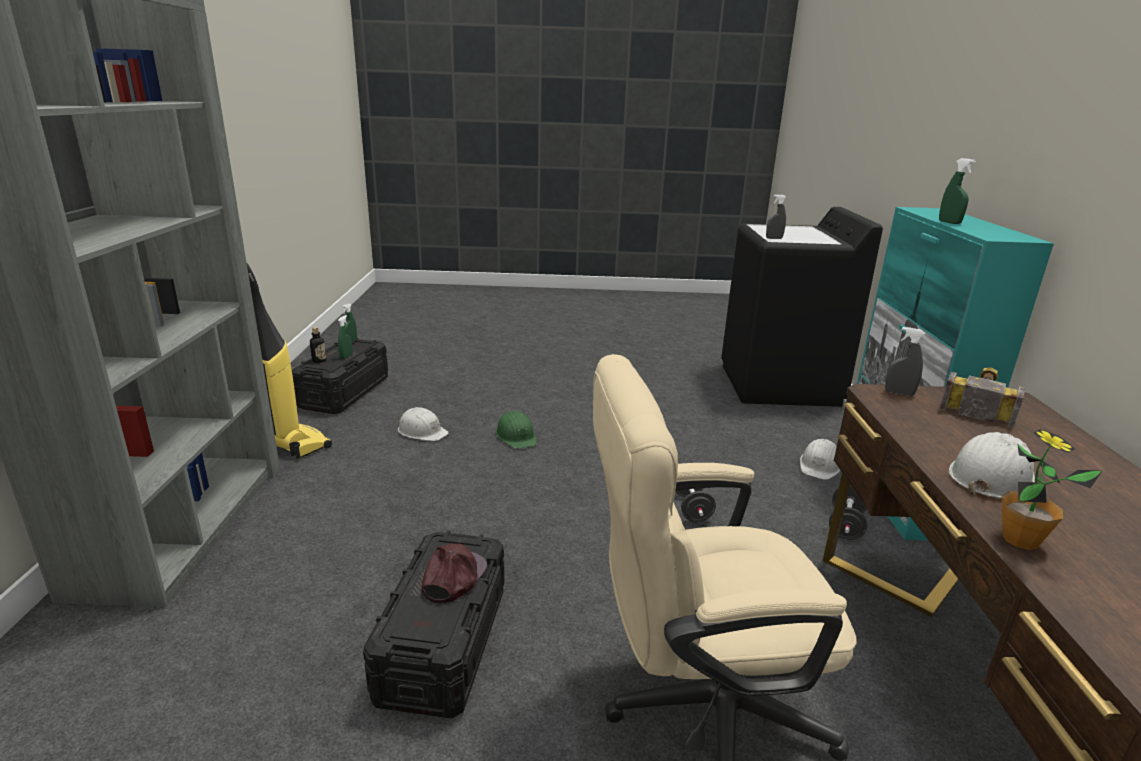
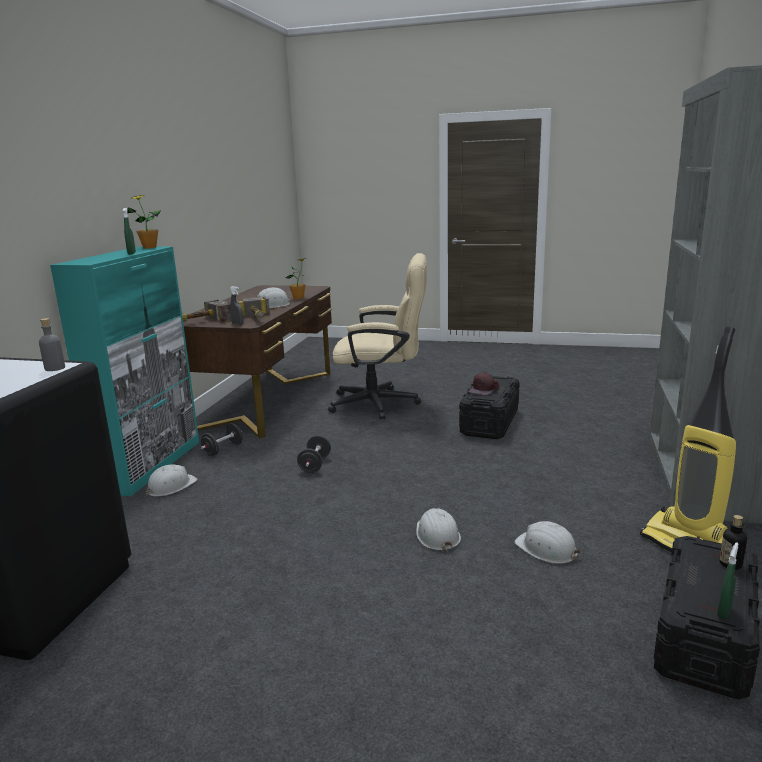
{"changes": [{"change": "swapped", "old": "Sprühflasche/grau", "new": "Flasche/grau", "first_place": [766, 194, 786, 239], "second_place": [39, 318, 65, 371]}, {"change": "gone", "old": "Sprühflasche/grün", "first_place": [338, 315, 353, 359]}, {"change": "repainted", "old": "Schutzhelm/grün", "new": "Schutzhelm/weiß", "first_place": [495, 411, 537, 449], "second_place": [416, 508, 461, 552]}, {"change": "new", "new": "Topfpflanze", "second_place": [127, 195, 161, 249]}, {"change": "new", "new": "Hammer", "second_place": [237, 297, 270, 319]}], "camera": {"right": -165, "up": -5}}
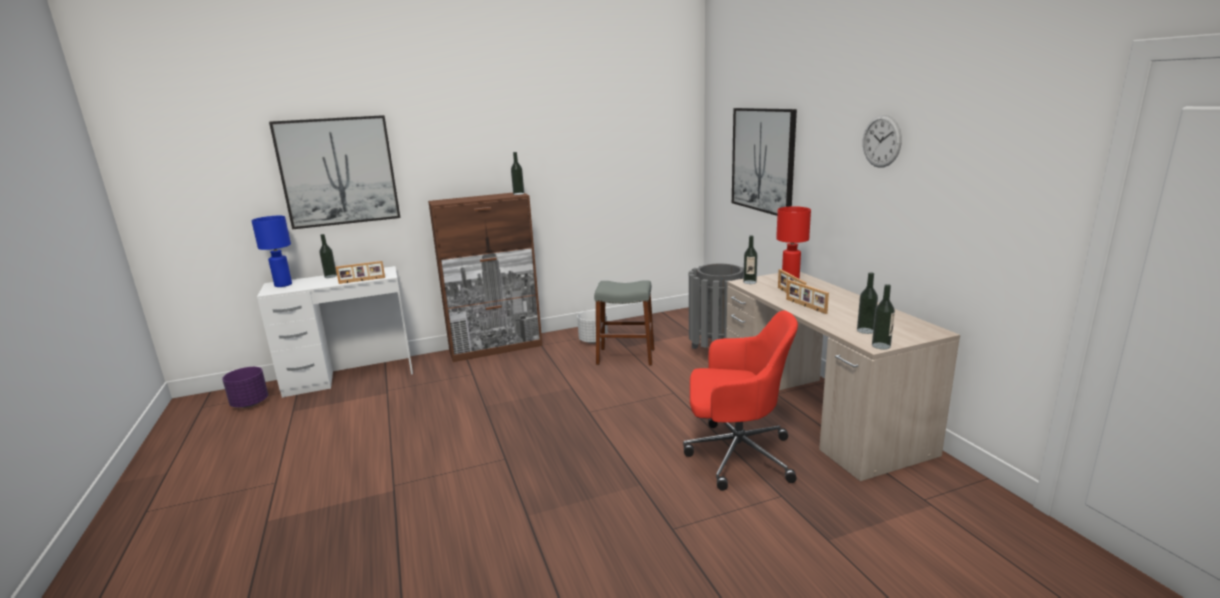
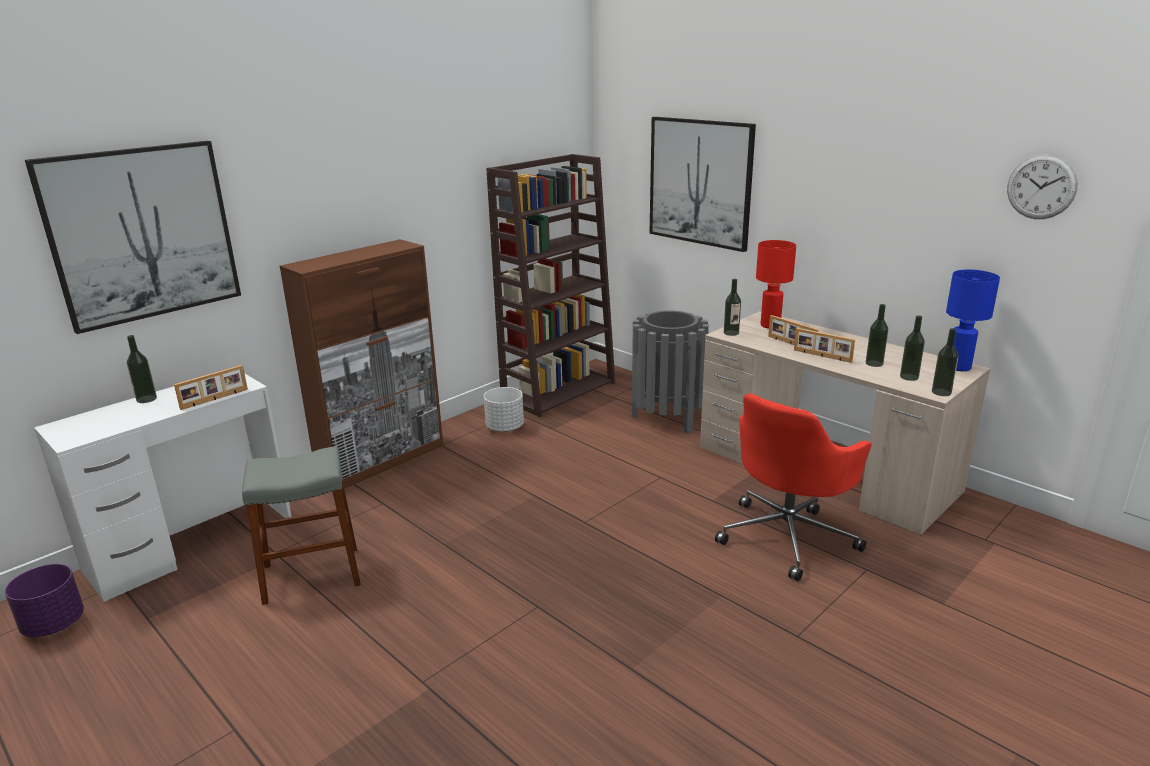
{"changes": [{"change": "shifted", "old": "Wanduhr", "first_place": [863, 115, 902, 168], "second_place": [1007, 154, 1078, 219]}, {"change": "shifted", "old": "Flasche", "first_place": [511, 152, 524, 195], "second_place": [866, 304, 888, 367]}, {"change": "shifted", "old": "Tischlampe/blau", "first_place": [251, 216, 292, 287], "second_place": [946, 270, 1000, 371]}, {"change": "shifted", "old": "Hocker/grau", "first_place": [594, 280, 655, 366], "second_place": [242, 446, 361, 605]}, {"change": "rotated", "old": "Bürostuhl/rot", "first_place": [683, 310, 798, 491], "second_place": [715, 394, 872, 581], "degrees": 150}, {"change": "new", "new": "Bücherregal/braun", "second_place": [486, 154, 615, 417]}], "camera": {"right": -25, "up": 5}}
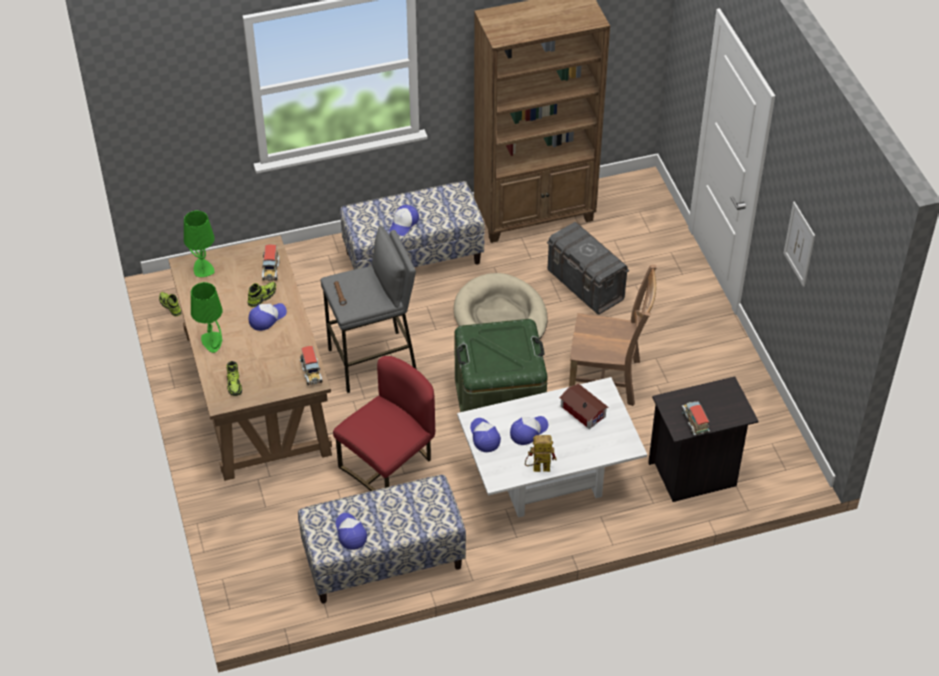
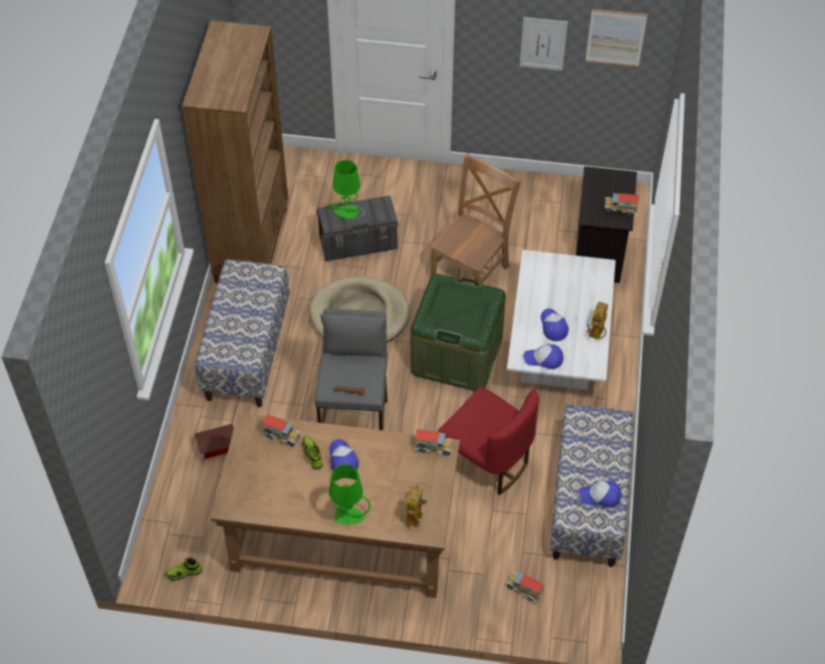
{"changes": [{"change": "gone", "old": "Kappe", "first_place": [389, 205, 419, 236]}, {"change": "shifted", "old": "Tischlampe/grün", "first_place": [184, 211, 215, 277], "second_place": [329, 160, 360, 219]}, {"change": "rotated", "old": "Stuhl/rot", "first_place": [333, 356, 435, 491], "second_place": [437, 387, 539, 495], "degrees": 150}, {"change": "swapped", "old": "Schuh", "new": "Spielzeugroboter", "first_place": [226, 361, 242, 396], "second_place": [405, 485, 427, 527]}, {"change": "shifted", "old": "Spielzeughaus", "first_place": [559, 383, 608, 429], "second_place": [194, 424, 234, 460]}, {"change": "new", "new": "Bild", "second_place": [585, 9, 648, 67]}, {"change": "new", "new": "Spielzeuglaster", "second_place": [506, 571, 544, 602]}], "camera": {"right": -65, "up": 5}}
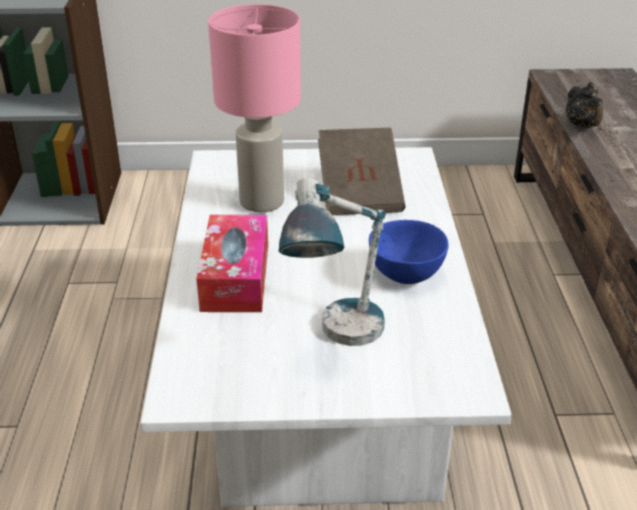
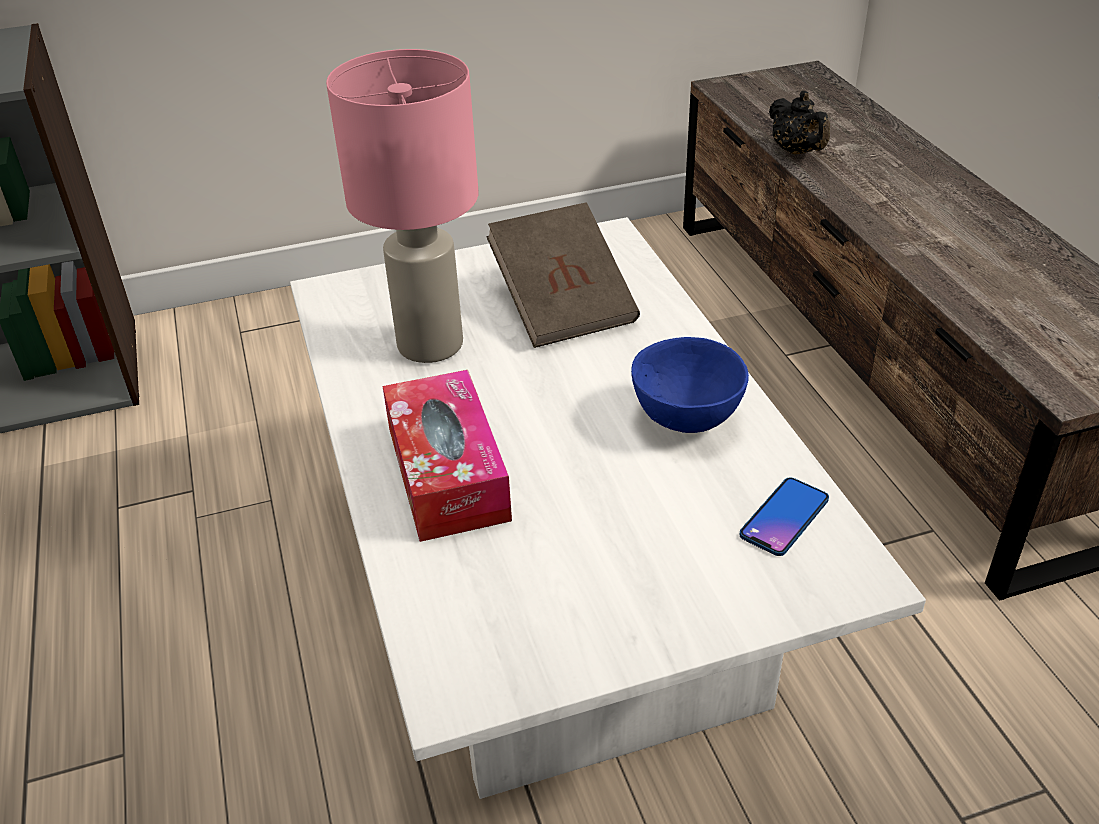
{"changes": [{"change": "gone", "old": "Tischlampe", "first_place": [279, 178, 386, 346]}, {"change": "new", "new": "Handy", "second_place": [740, 477, 829, 556]}], "camera": {"right": -15, "up": 5}}
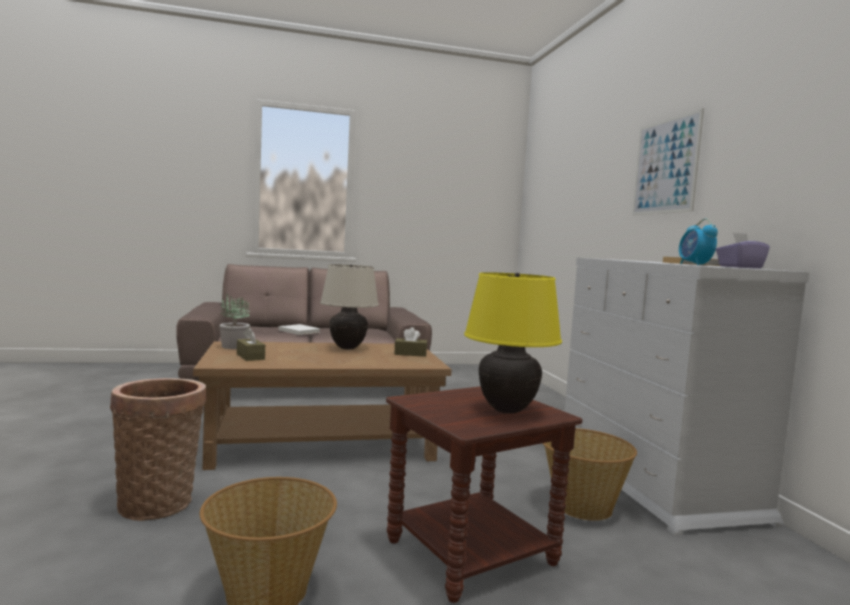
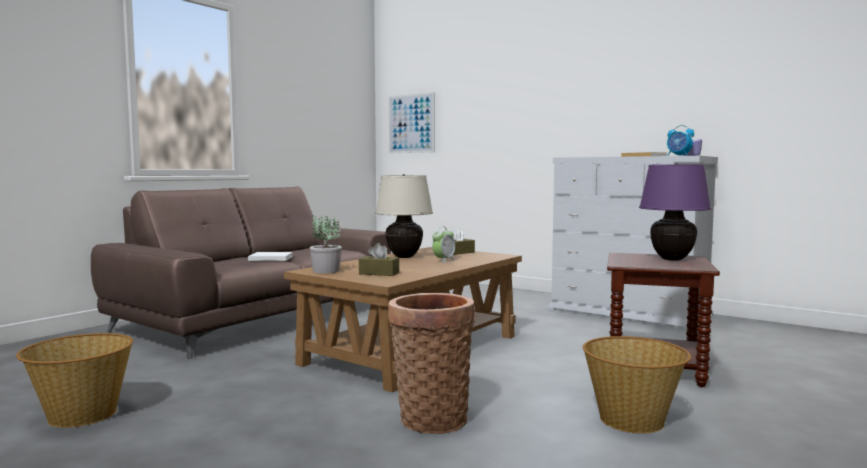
{"changes": [{"change": "shifted", "old": "Bild", "first_place": [632, 108, 704, 215], "second_place": [389, 92, 435, 153]}, {"change": "repainted", "old": "Tischlampe/gelb", "new": "Tischlampe/lila", "first_place": [464, 272, 562, 414], "second_place": [639, 163, 711, 261]}, {"change": "shifted", "old": "Korb", "first_place": [542, 428, 637, 521], "second_place": [16, 333, 133, 428]}, {"change": "new", "new": "Wecker", "second_place": [432, 226, 455, 263]}], "camera": {"right": -40, "up": 0}}
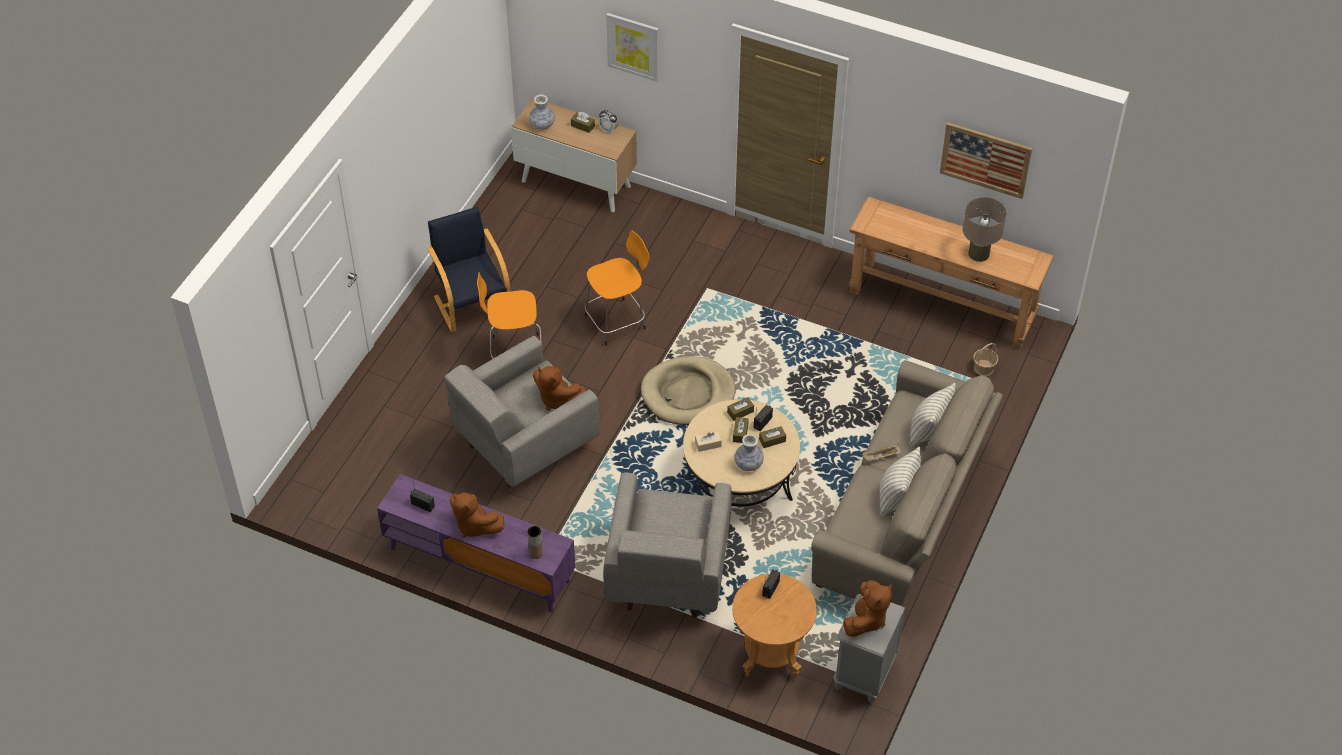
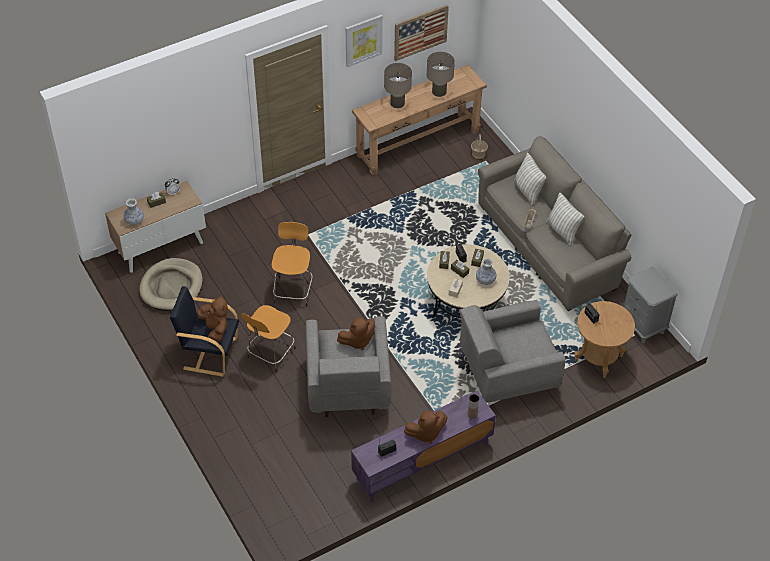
{"changes": [{"change": "shifted", "old": "Bild", "first_place": [606, 13, 659, 82], "second_place": [346, 15, 383, 67]}, {"change": "shifted", "old": "Hundebett/beige", "first_place": [641, 356, 736, 425], "second_place": [139, 258, 203, 311]}, {"change": "rotated", "old": "Sessel/grau", "first_place": [603, 473, 732, 618], "second_place": [460, 300, 566, 403], "degrees": 120}, {"change": "shifted", "old": "Plüschtier/braun", "first_place": [843, 580, 892, 637], "second_place": [197, 295, 228, 342]}, {"change": "new", "new": "Tischlampe/beige", "second_place": [384, 63, 412, 108]}], "camera": {"right": -55, "up": 0}}
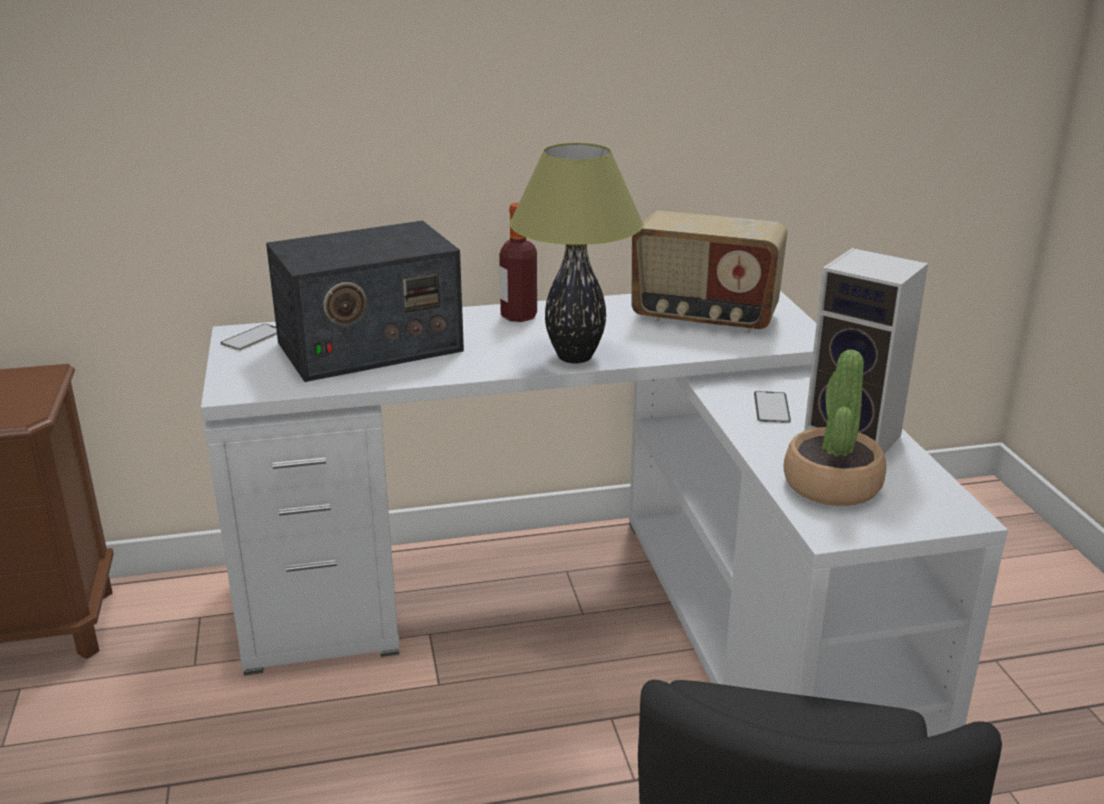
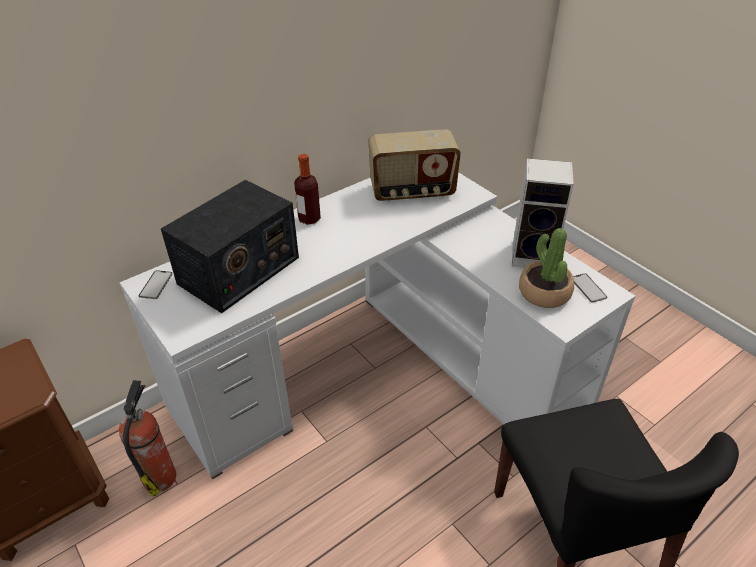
{"changes": [{"change": "gone", "old": "Tischlampe", "first_place": [510, 143, 643, 364]}, {"change": "shifted", "old": "Handy", "first_place": [754, 391, 791, 423], "second_place": [573, 273, 607, 303]}, {"change": "new", "new": "Feuerlöscher", "second_place": [119, 380, 176, 496]}], "camera": {"right": -25, "up": 15}}
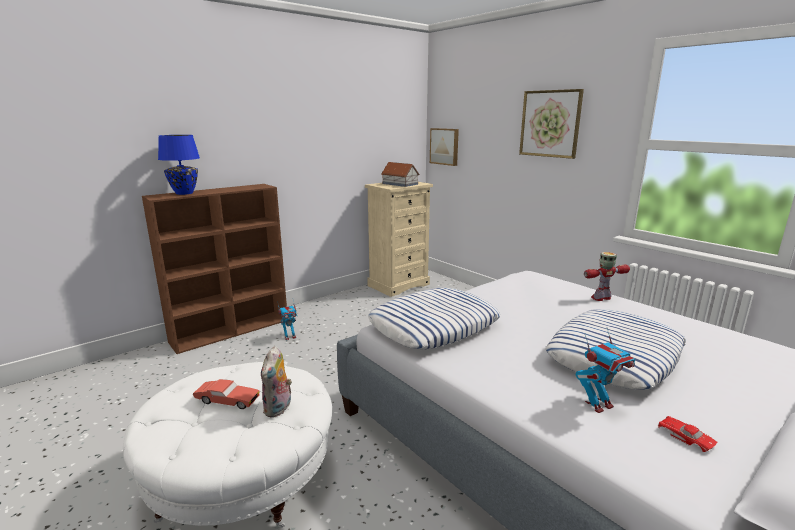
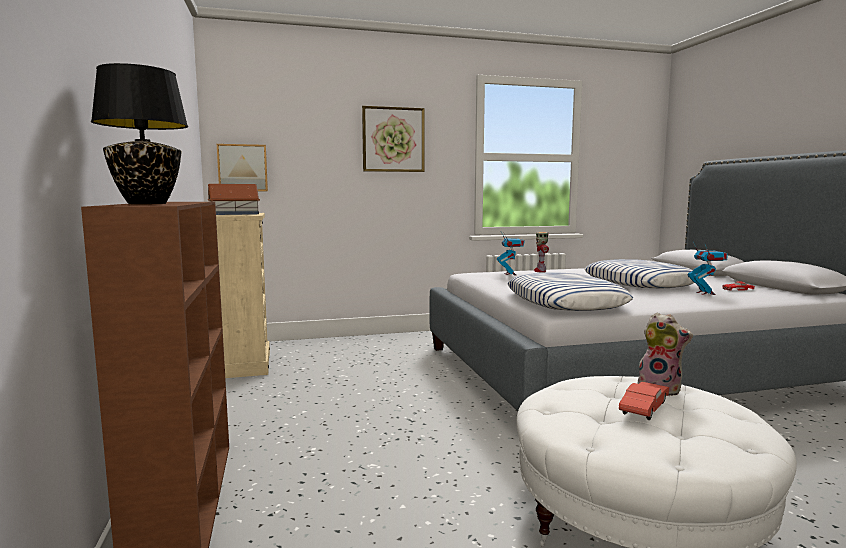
{"changes": [{"change": "repainted", "old": "Tischlampe/blau", "new": "Tischlampe/schwarz", "first_place": [158, 135, 200, 195], "second_place": [91, 63, 188, 204]}, {"change": "shifted", "old": "Spielzeugroboter", "first_place": [278, 301, 297, 340], "second_place": [497, 232, 525, 275]}], "camera": {"right": -65, "up": -10}}
